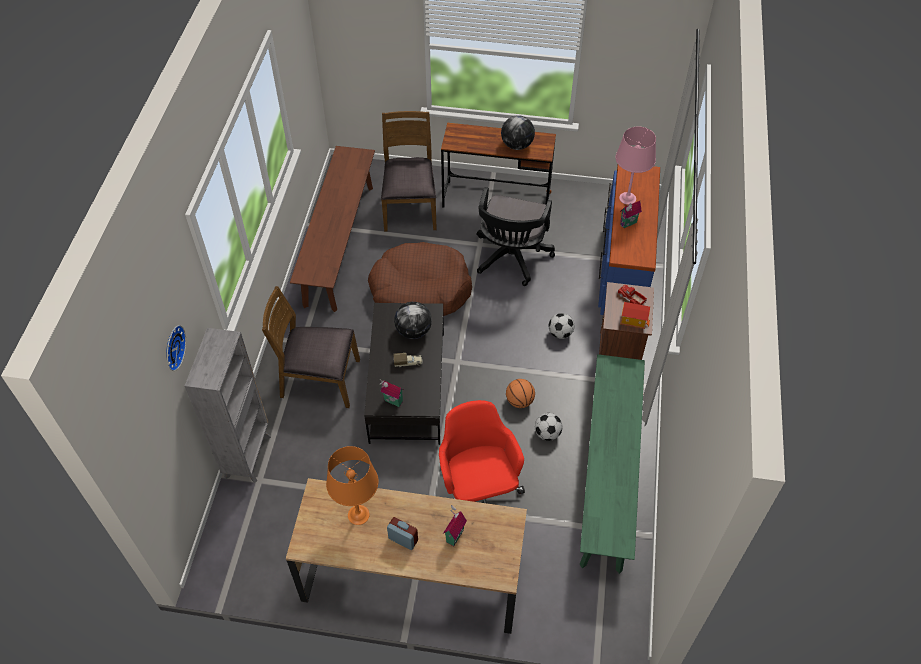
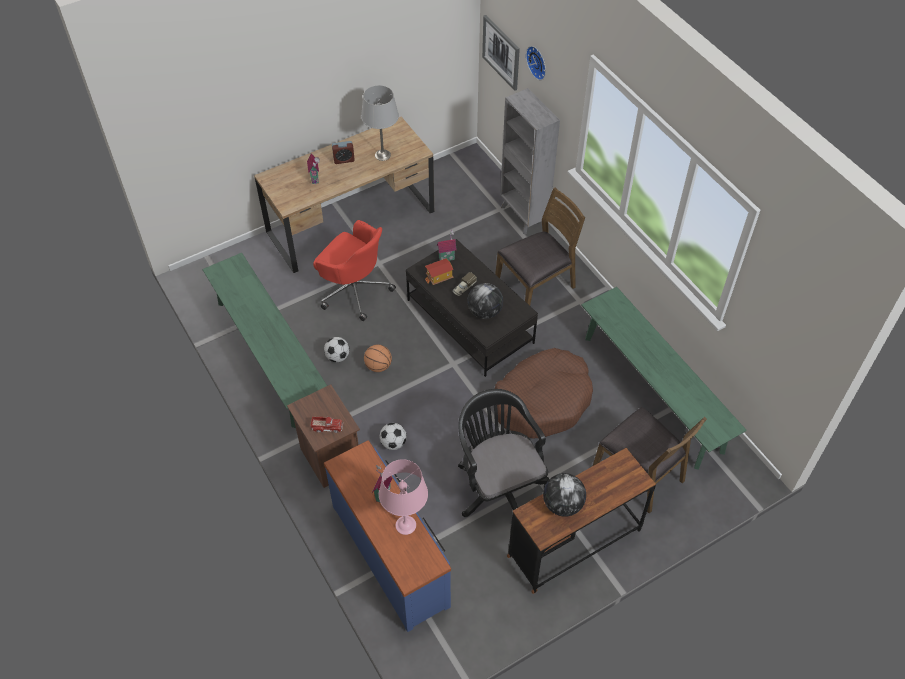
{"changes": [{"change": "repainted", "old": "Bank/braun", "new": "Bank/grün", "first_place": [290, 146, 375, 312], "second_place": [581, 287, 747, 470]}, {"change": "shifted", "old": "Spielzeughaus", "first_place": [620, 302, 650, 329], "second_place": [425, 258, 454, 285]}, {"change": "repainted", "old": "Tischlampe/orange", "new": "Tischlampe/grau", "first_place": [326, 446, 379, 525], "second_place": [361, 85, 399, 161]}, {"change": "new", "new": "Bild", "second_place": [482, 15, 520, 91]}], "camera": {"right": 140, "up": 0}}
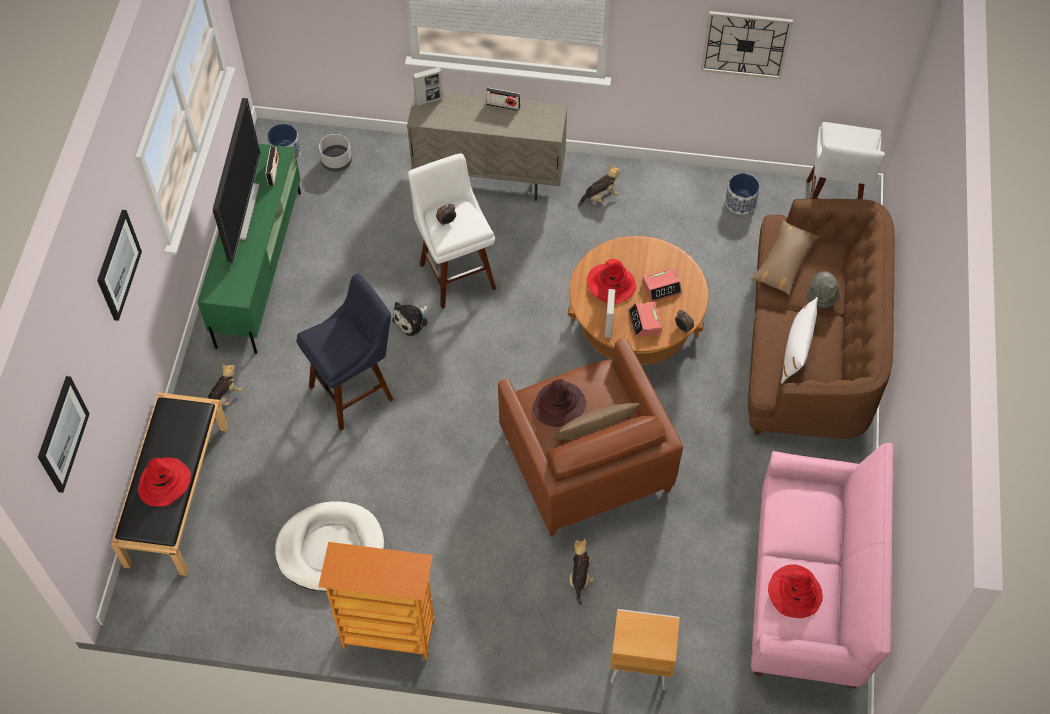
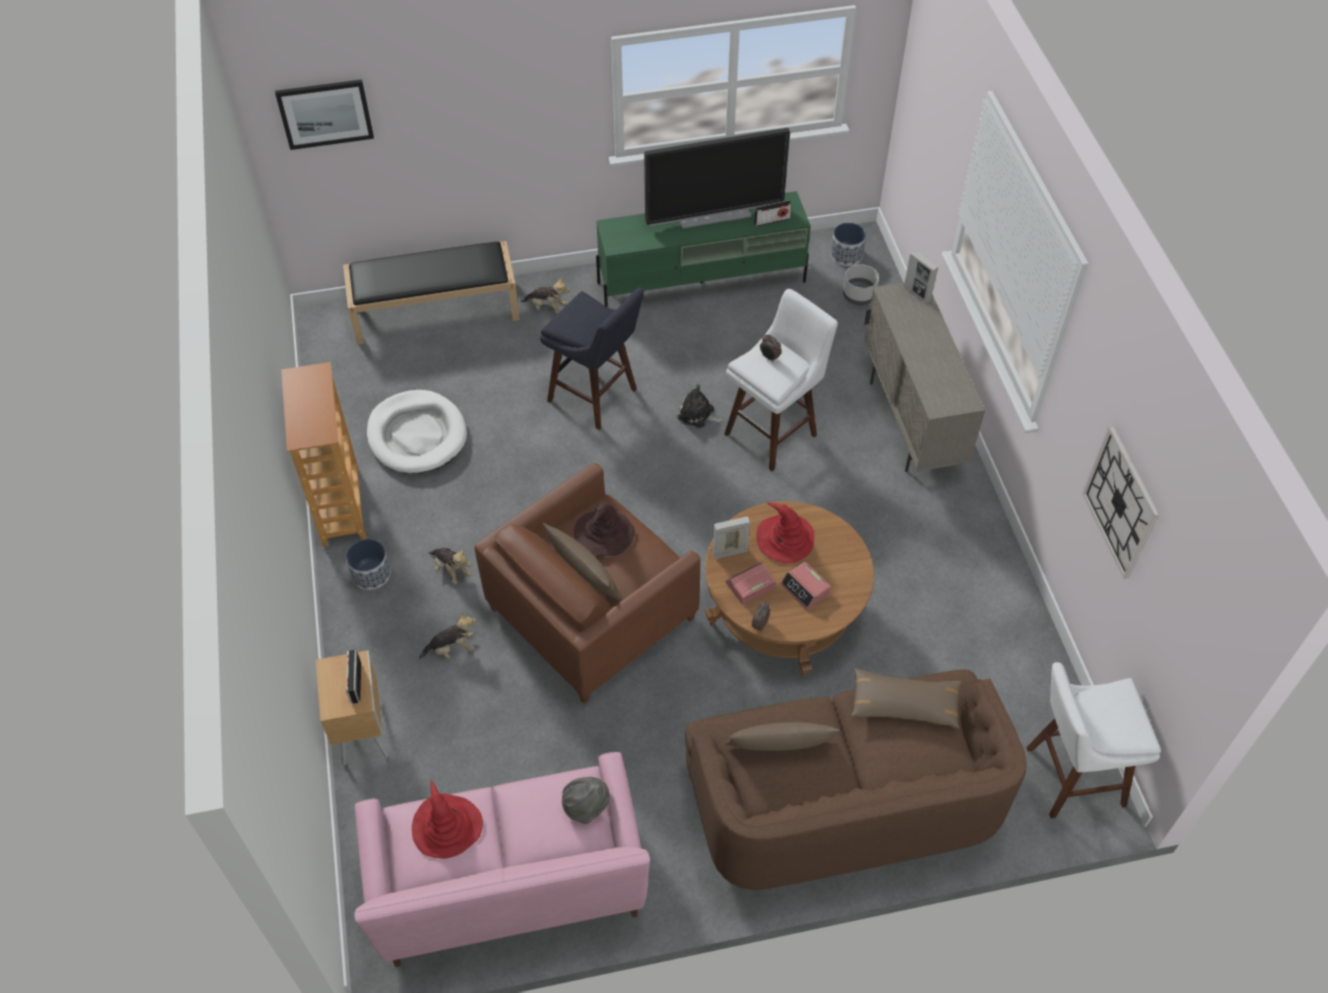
{"changes": [{"change": "shifted", "old": "Radio", "first_place": [486, 88, 520, 111], "second_place": [346, 650, 361, 704]}, {"change": "shifted", "old": "Plüschtier", "first_place": [578, 164, 621, 207], "second_place": [429, 548, 472, 584]}, {"change": "shifted", "old": "Pflanzkübel", "first_place": [725, 173, 760, 215], "second_place": [346, 539, 391, 590]}, {"change": "gone", "old": "Bild", "first_place": [97, 210, 142, 321]}, {"change": "shifted", "old": "Hut/grau", "first_place": [807, 271, 840, 309], "second_place": [562, 777, 610, 824]}, {"change": "repainted", "old": "Kissen/weiß", "new": "Kissen/braun", "first_place": [781, 297, 818, 384], "second_place": [725, 722, 840, 751]}, {"change": "gone", "old": "Hut/rot", "first_place": [138, 458, 191, 507]}], "camera": {"right": 70, "up": -5}}
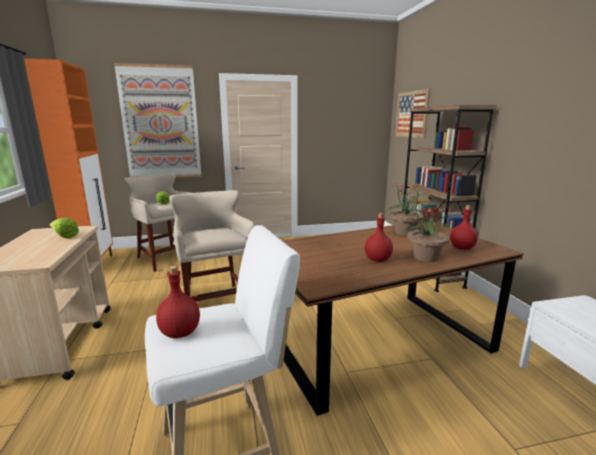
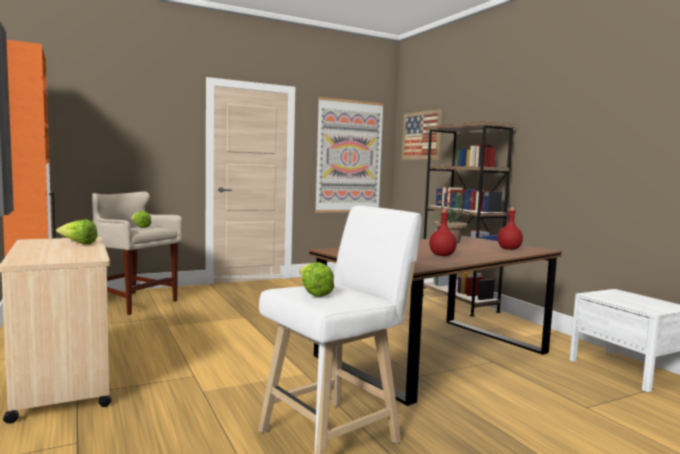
{"changes": [{"change": "shifted", "old": "Bild", "first_place": [114, 63, 201, 177], "second_place": [315, 97, 384, 213]}, {"change": "gone", "old": "Hocker/beige", "first_place": [169, 190, 255, 301]}, {"change": "gone", "old": "Topfpflanze", "first_place": [405, 194, 453, 262]}, {"change": "swapped", "old": "Flasche/rot", "new": "Salatkopf", "first_place": [156, 266, 200, 338], "second_place": [299, 262, 334, 297]}], "camera": {"right": -15, "up": -10}}
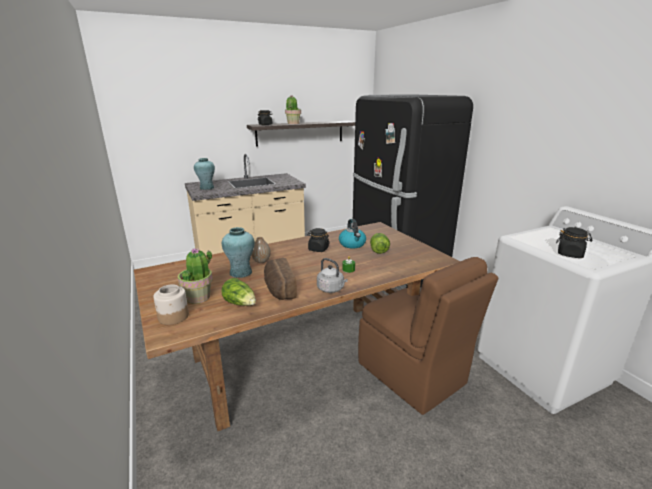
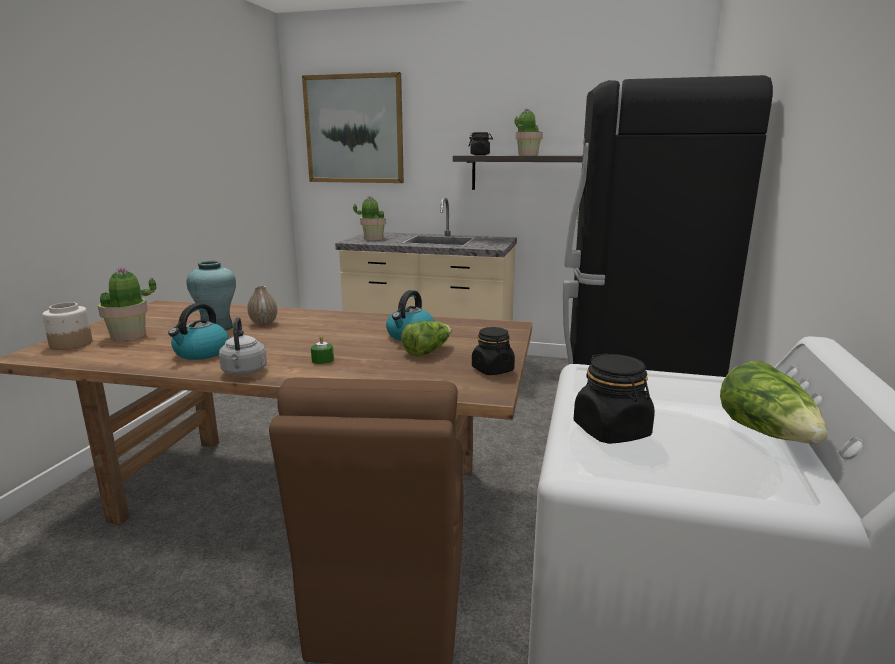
{"changes": [{"change": "swapped", "old": "Vase/türkis", "new": "Topfpflanze", "first_place": [194, 158, 215, 190], "second_place": [353, 196, 386, 240]}, {"change": "shifted", "old": "Vorratsglas/schwarz", "first_place": [307, 228, 330, 252], "second_place": [472, 327, 515, 375]}, {"change": "swapped", "old": "Brot", "new": "Wasserkessel", "first_place": [264, 258, 297, 300], "second_place": [168, 303, 229, 360]}, {"change": "shifted", "old": "Salatkopf", "first_place": [222, 278, 256, 306], "second_place": [720, 361, 828, 444]}, {"change": "new", "new": "Bild", "second_place": [302, 72, 404, 183]}], "camera": {"right": 40, "up": -5}}
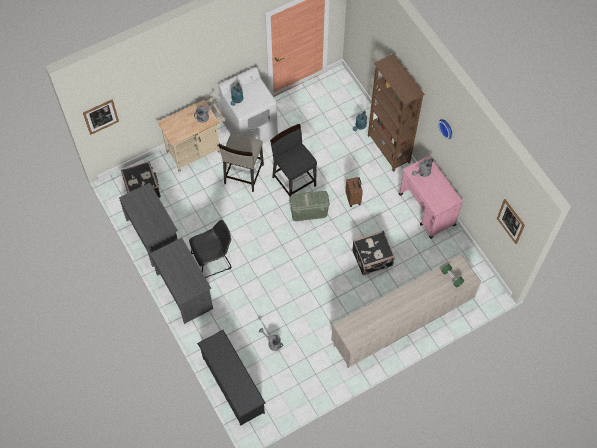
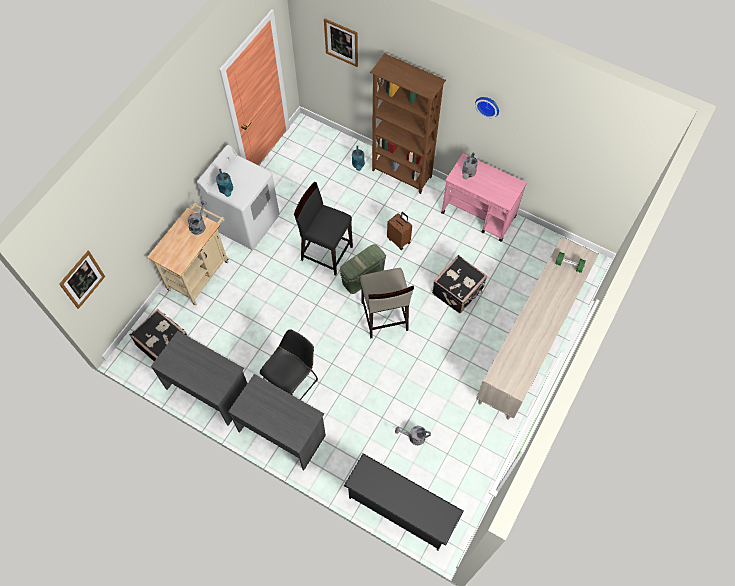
{"changes": [{"change": "shifted", "old": "Hocker/beige", "first_place": [218, 133, 264, 192], "second_place": [360, 268, 414, 339]}, {"change": "shifted", "old": "Bild", "first_place": [497, 199, 525, 244], "second_place": [324, 18, 358, 67]}], "camera": {"right": -30, "up": 0}}
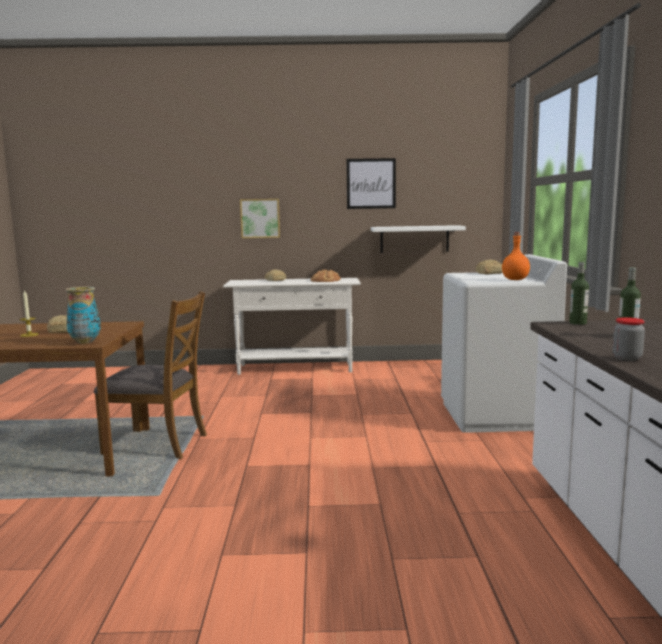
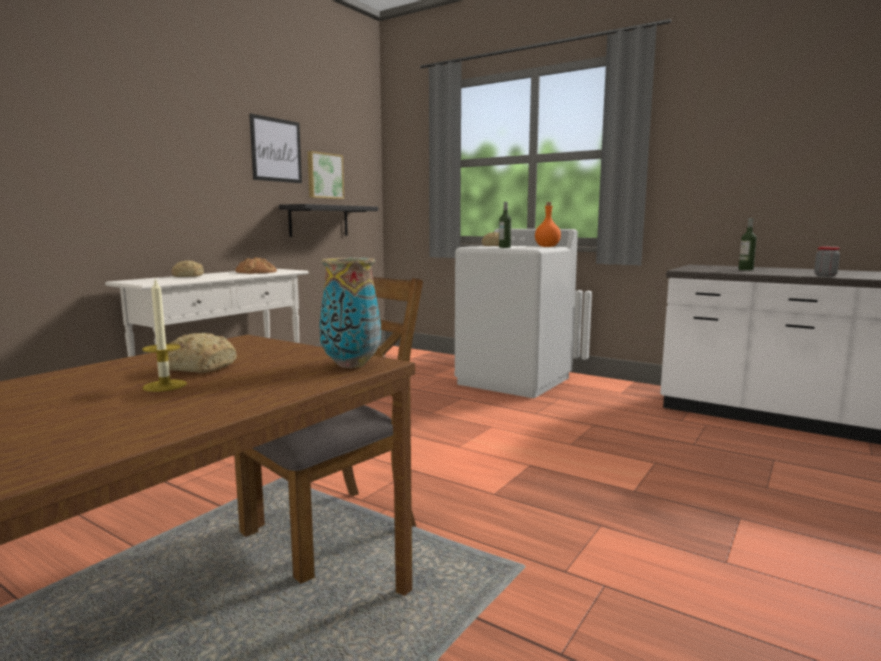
{"changes": [{"change": "shifted", "old": "Bild", "first_place": [240, 199, 280, 238], "second_place": [308, 151, 344, 199]}, {"change": "repainted", "old": "Wandregal/weiß", "new": "Wandregal/schwarz", "first_place": [371, 225, 466, 253], "second_place": [279, 204, 378, 237]}, {"change": "shifted", "old": "Flasche", "first_place": [569, 262, 589, 325], "second_place": [499, 202, 511, 248]}], "camera": {"right": -55, "up": 0}}
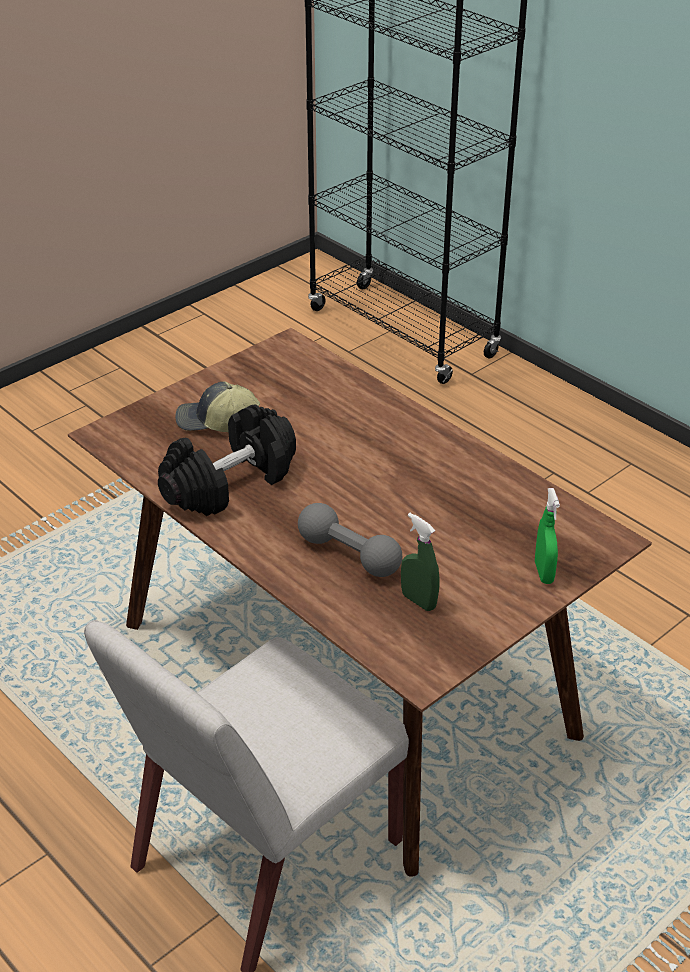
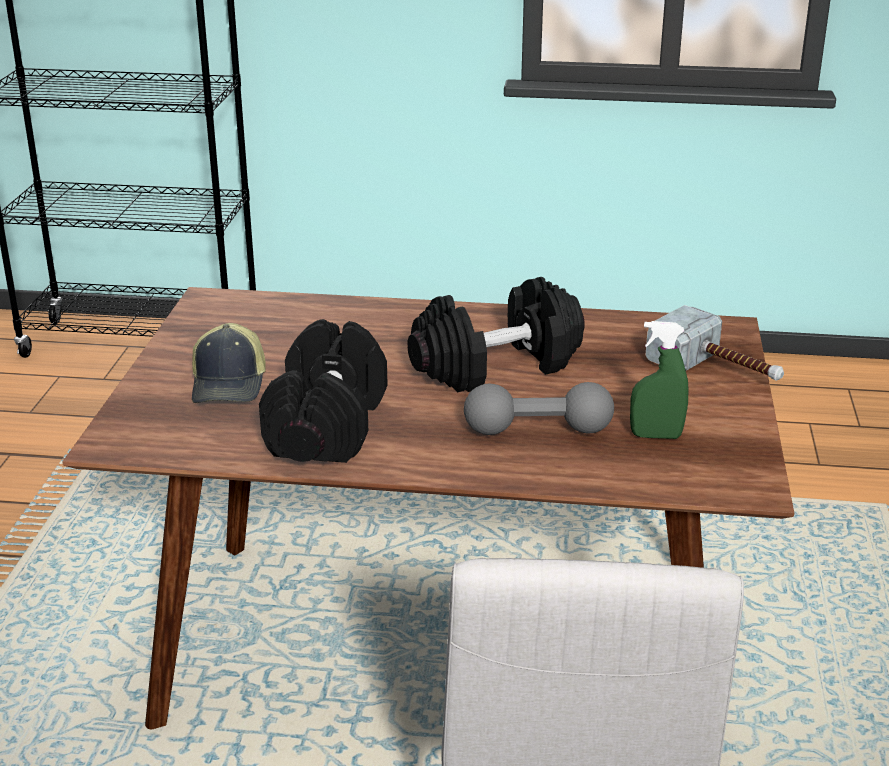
{"changes": [{"change": "rotated", "old": "Kappe", "first_place": [175, 382, 260, 432], "second_place": [192, 323, 266, 403], "degrees": -60}, {"change": "swapped", "old": "Sprühflasche/grün", "new": "Hammer", "first_place": [535, 488, 560, 584], "second_place": [645, 305, 784, 381]}, {"change": "new", "new": "Hantel/schwarz", "second_place": [407, 277, 584, 392]}], "camera": {"right": -40, "up": -10}}
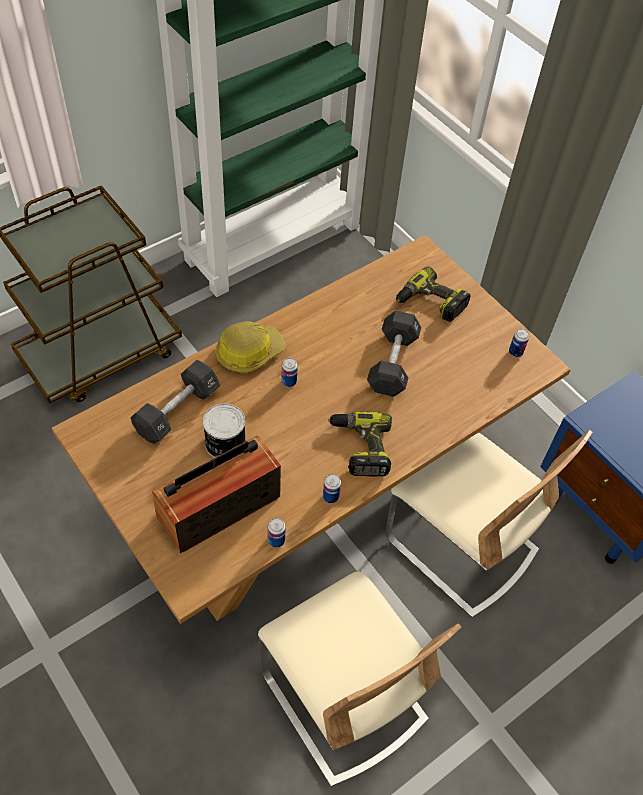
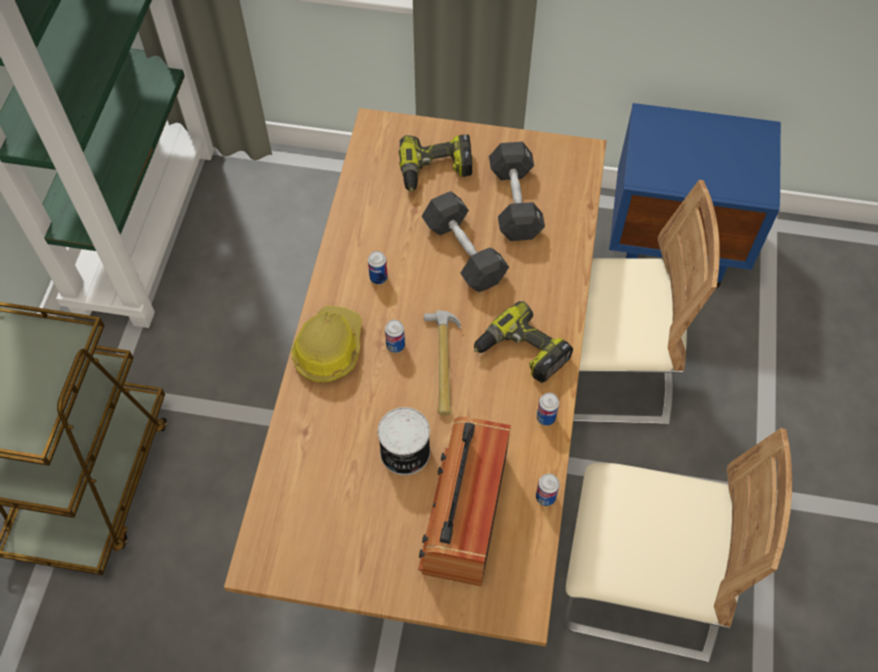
{"changes": [{"change": "shifted", "old": "Dose", "first_place": [509, 329, 529, 357], "second_place": [368, 251, 388, 284]}, {"change": "shifted", "old": "Hantel/schwarz", "first_place": [131, 360, 220, 444], "second_place": [489, 142, 545, 241]}, {"change": "new", "new": "Hammer", "second_place": [424, 310, 461, 416]}], "camera": {"right": -40, "up": 5}}
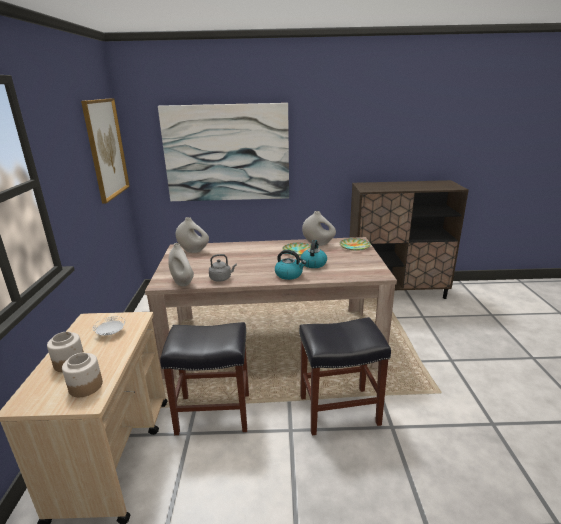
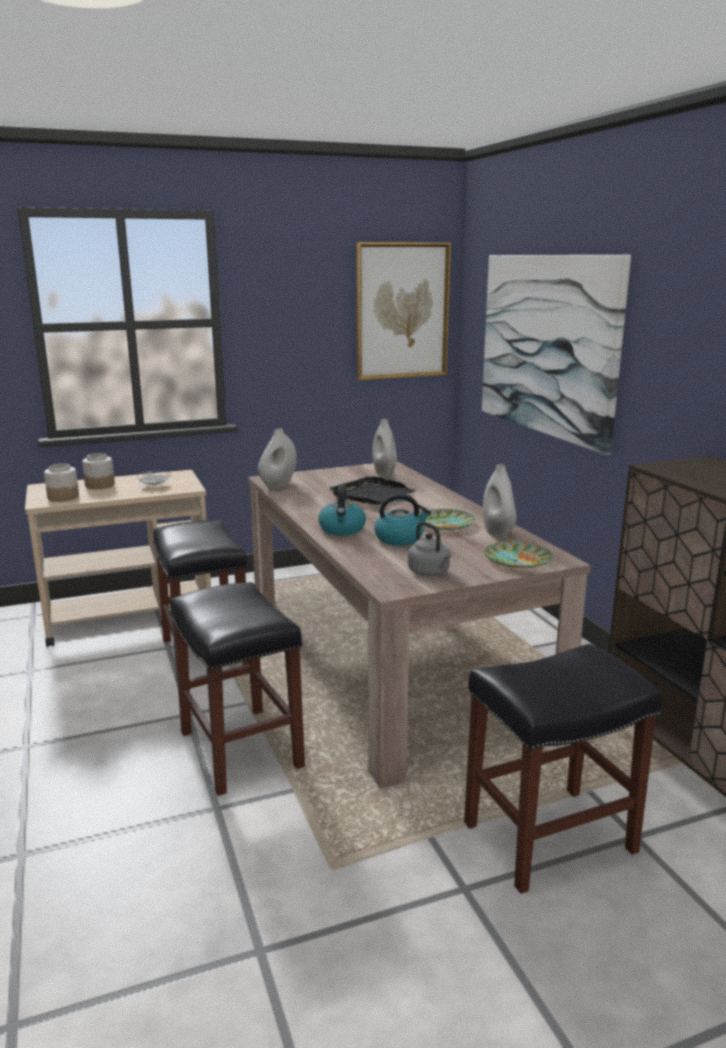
{"changes": [{"change": "shifted", "old": "Wasserkessel/grau", "first_place": [209, 254, 237, 282], "second_place": [408, 521, 451, 576]}, {"change": "new", "new": "Tablett/schwarz", "second_place": [330, 476, 416, 505]}, {"change": "new", "new": "Hocker/schwarz", "second_place": [464, 644, 662, 894]}], "camera": {"right": 70, "up": -5}}
